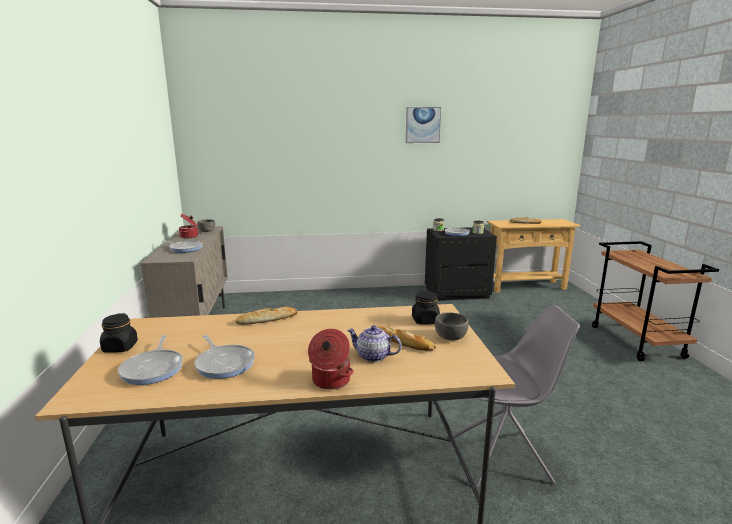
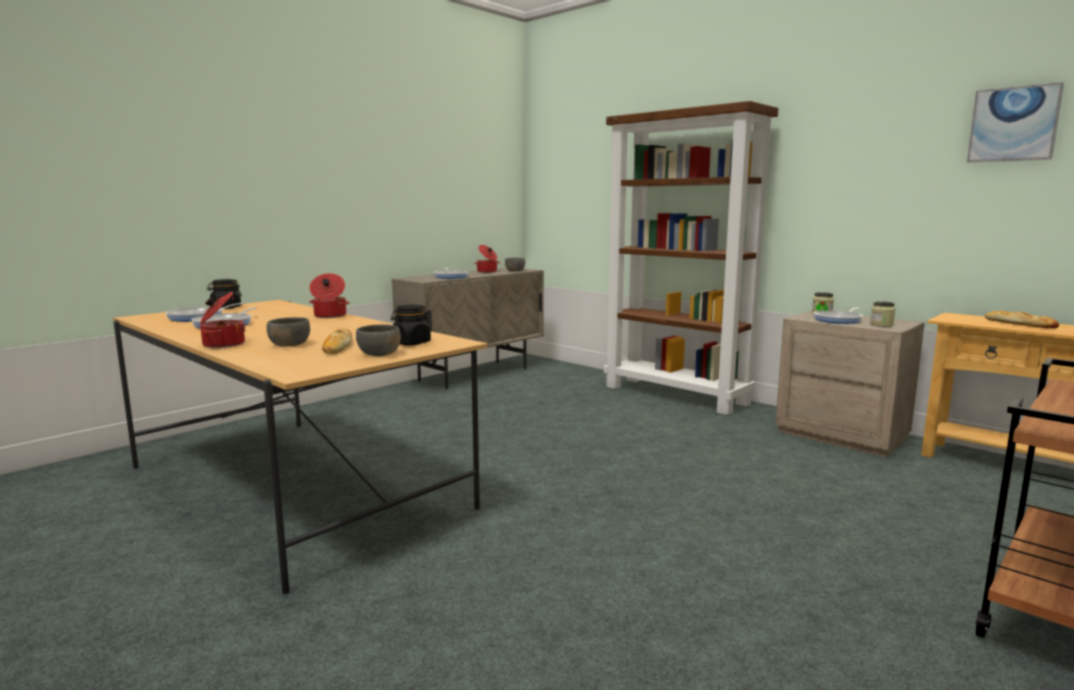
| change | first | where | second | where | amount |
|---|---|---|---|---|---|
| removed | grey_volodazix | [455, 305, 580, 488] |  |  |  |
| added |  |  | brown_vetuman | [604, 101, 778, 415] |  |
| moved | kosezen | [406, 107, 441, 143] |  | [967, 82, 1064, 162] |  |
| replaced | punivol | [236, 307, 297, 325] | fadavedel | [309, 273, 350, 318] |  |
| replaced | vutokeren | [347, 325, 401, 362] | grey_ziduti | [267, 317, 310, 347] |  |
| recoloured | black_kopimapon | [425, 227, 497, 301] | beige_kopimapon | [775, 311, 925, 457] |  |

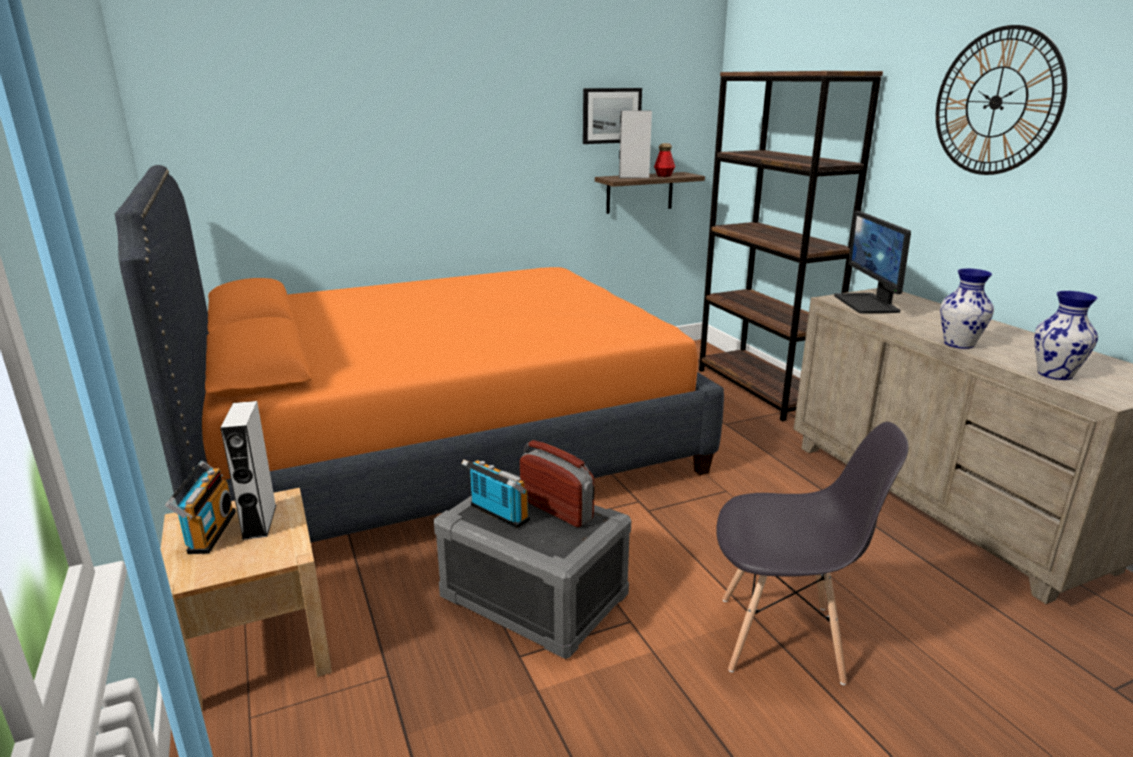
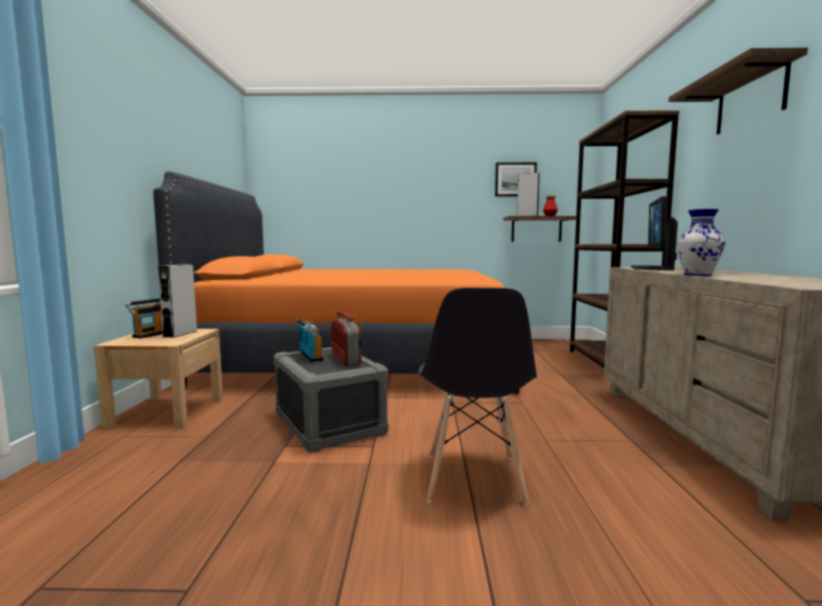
| change | first | where | second | where | amount |
|---|---|---|---|---|---|
| removed | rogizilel | [1034, 291, 1098, 380] |  |  |  |
| replaced | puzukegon | [936, 25, 1067, 175] | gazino | [669, 48, 808, 134] |  |
| turned | grey_volodazix | [716, 422, 909, 685] |  | [419, 288, 537, 506] | 60 degrees clockwise |

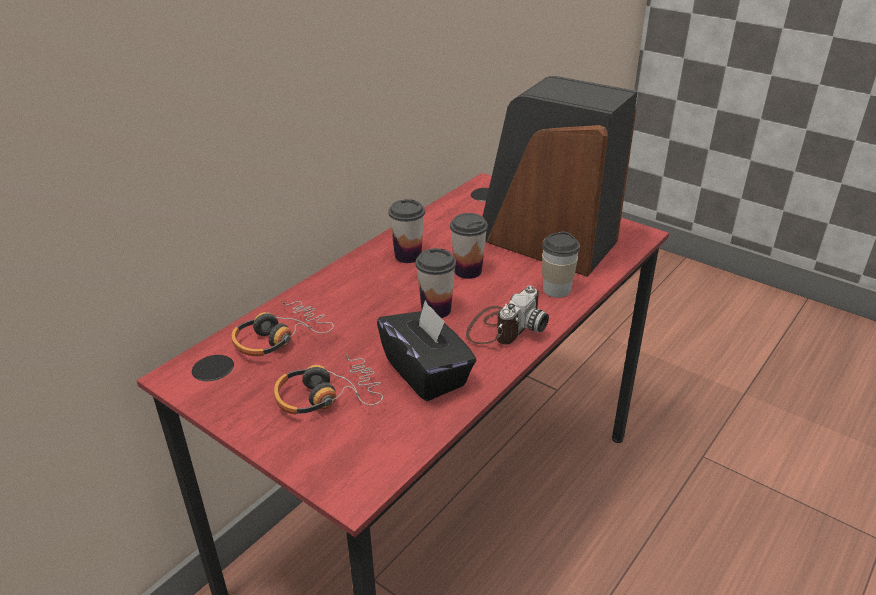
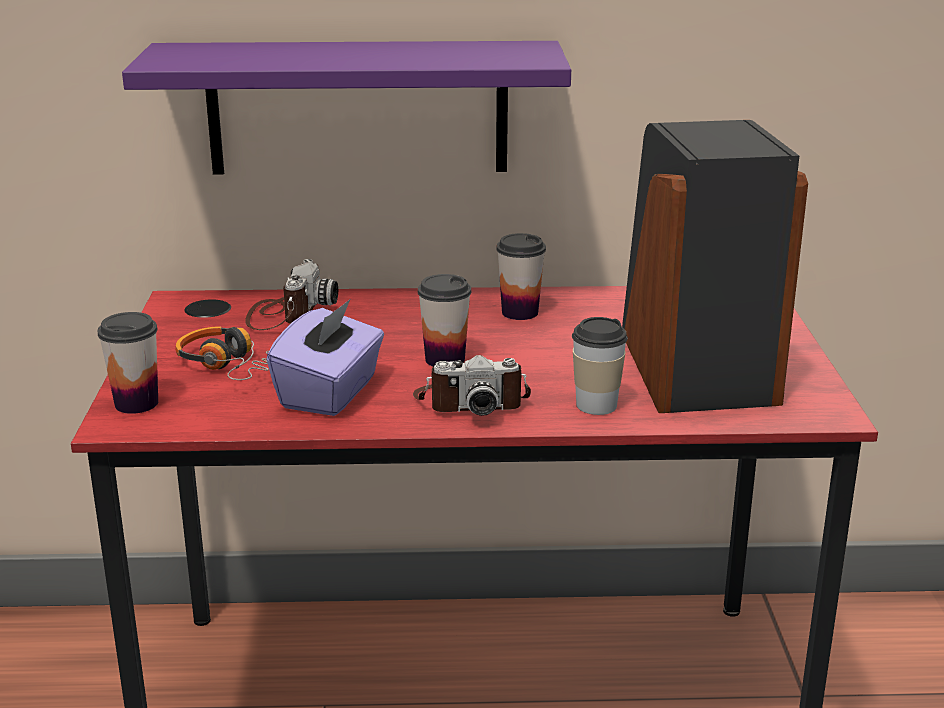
| change | first | where | second | where | amount |
|---|---|---|---|---|---|
| added |  |  | purple_gazino | [122, 41, 571, 174] |  |
| moved | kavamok | [450, 213, 488, 279] |  | [97, 312, 158, 414] |  |
| replaced | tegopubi | [231, 300, 334, 356] | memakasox | [246, 259, 338, 330] |  |
| recoloured | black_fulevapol | [377, 300, 477, 401] | purple_fulevapol | [267, 299, 384, 416] |  |

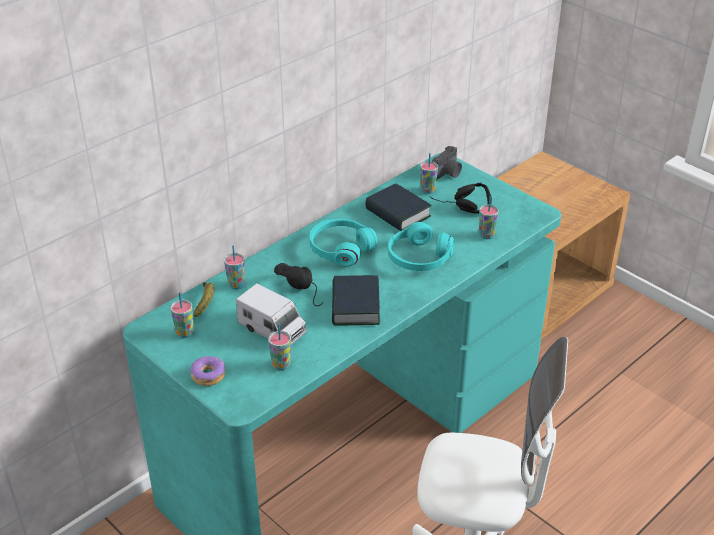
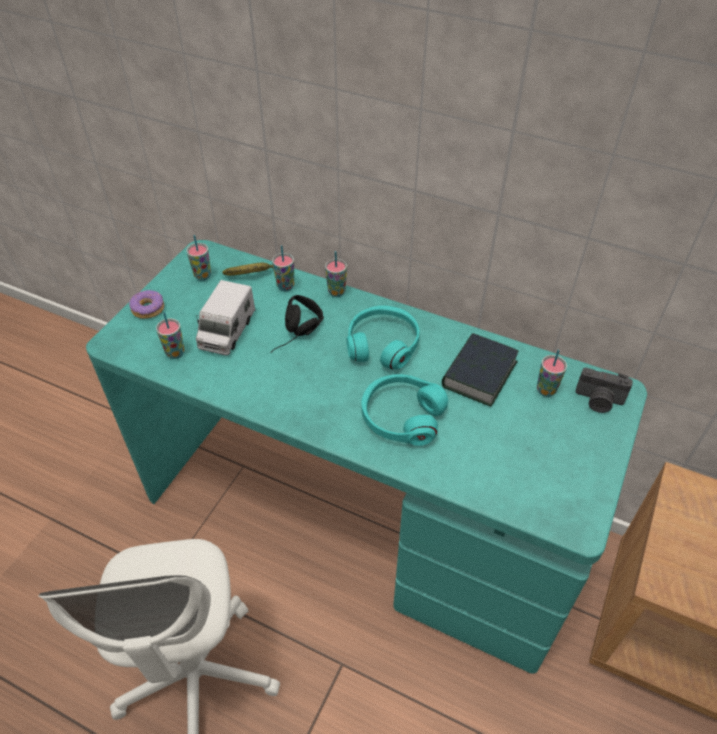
| change | first | where | second | where | amount |
|---|---|---|---|---|---|
| removed | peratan | [332, 275, 380, 326] |  |  |  |
| removed | black_tegopubi | [430, 183, 492, 214] |  |  |  |
| moved | kavamok | [479, 197, 499, 239] |  | [325, 251, 347, 297] |  |

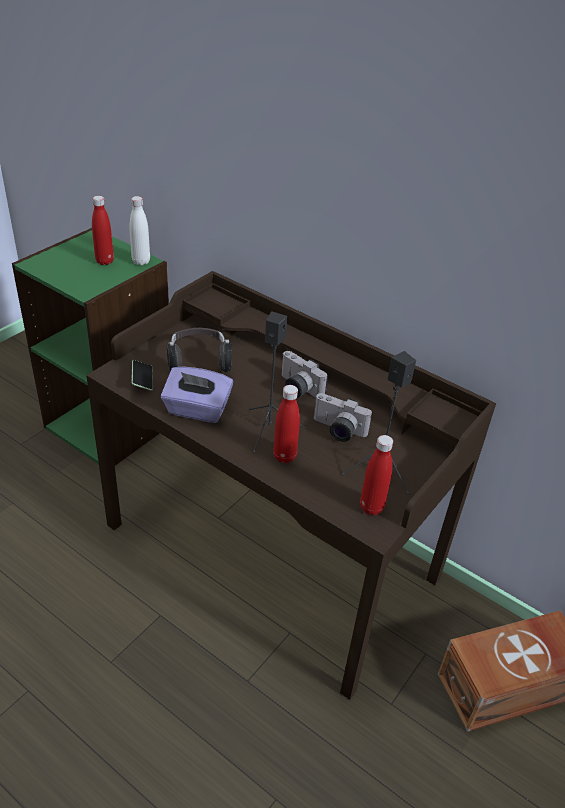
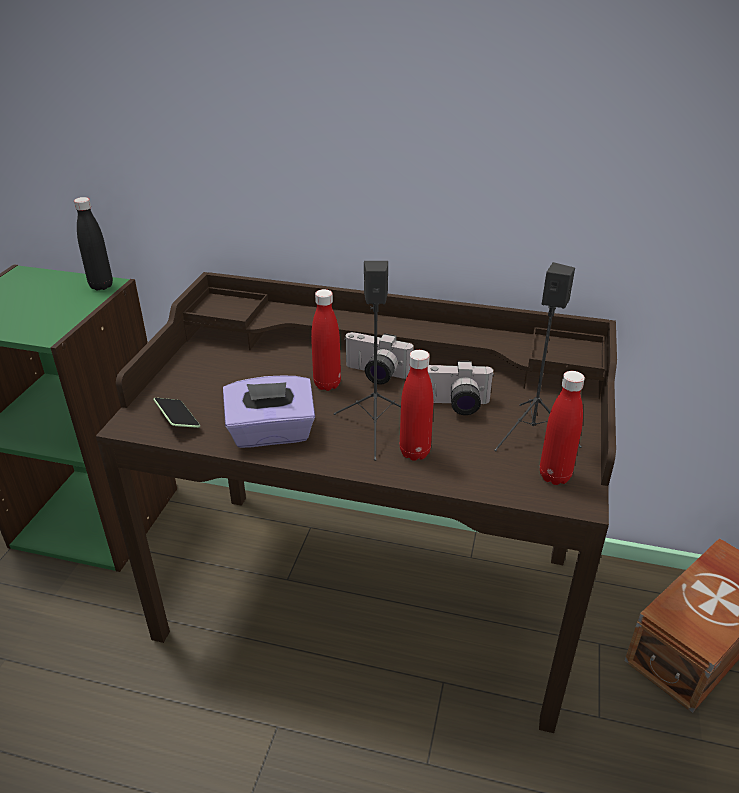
| change | first | where | second | where | amount |
|---|---|---|---|---|---|
| removed | tegopubi | [167, 328, 231, 372] |  |  |  |
| moved | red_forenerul | [92, 196, 114, 265] |  | [311, 289, 341, 391] |  |
| recoloured | white_forenerul | [130, 196, 150, 265] | black_forenerul | [74, 197, 113, 290] |  |

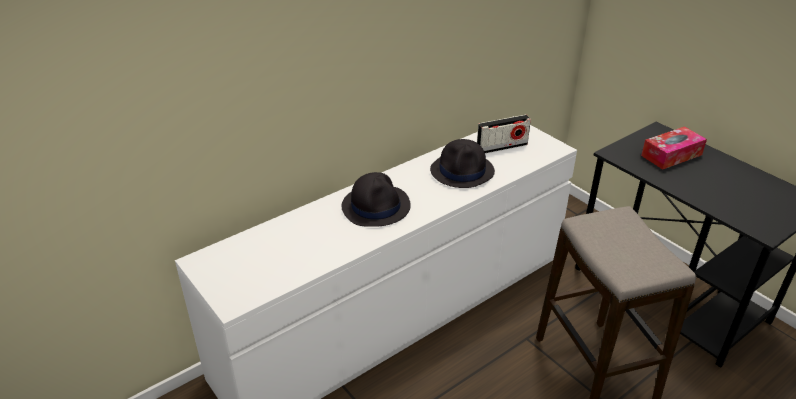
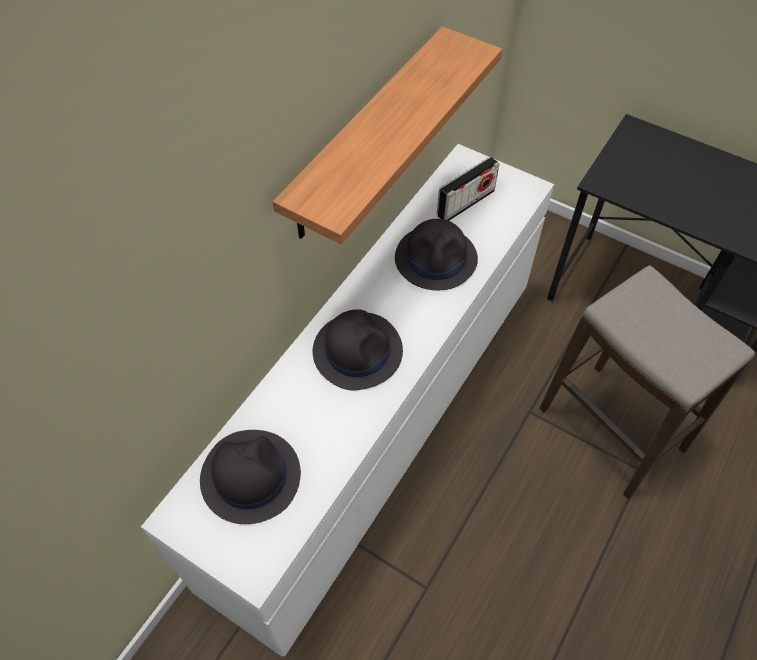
| change | first | where | second | where | amount |
|---|---|---|---|---|---|
| removed | fulevapol | [641, 126, 707, 170] |  |  |  |
| added |  |  | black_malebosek | [200, 430, 301, 524] |  |
| added |  |  | gazino | [273, 26, 502, 244] |  |

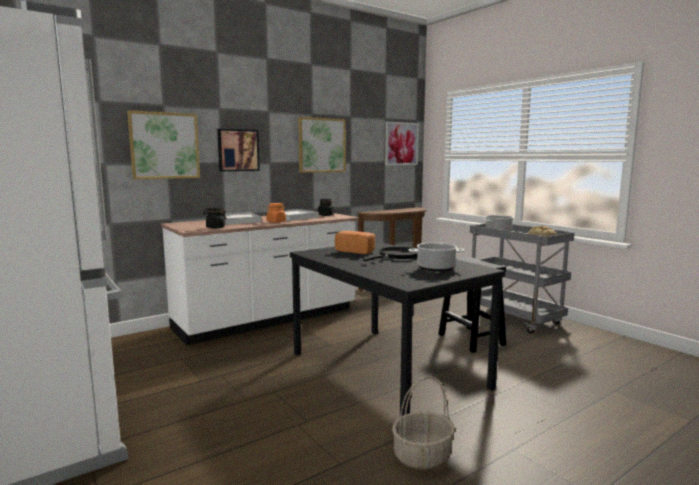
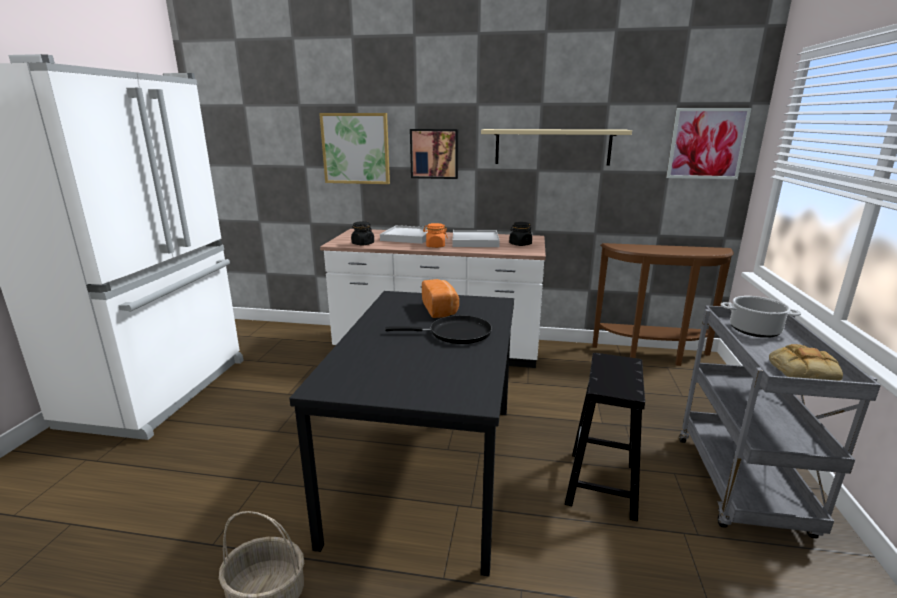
| change | first | where | second | where | amount |
|---|---|---|---|---|---|
| removed | fadavedel | [408, 242, 465, 272] |  |  |  |
| replaced | kosezen | [298, 117, 346, 173] | beige_gazino | [481, 129, 632, 166] |  |

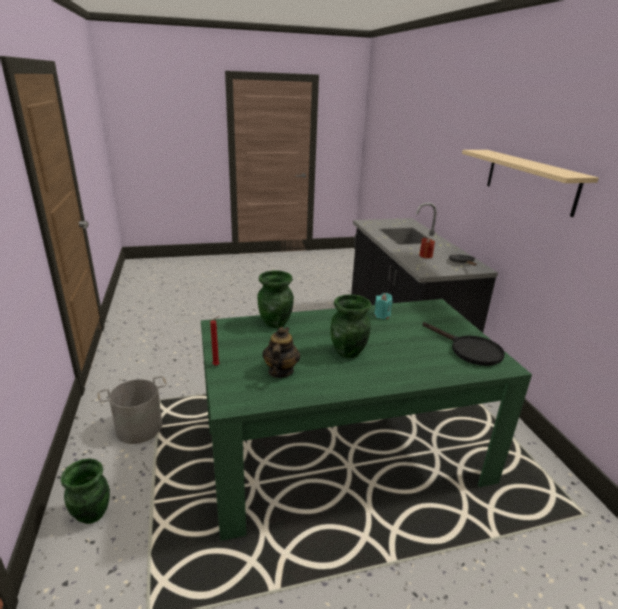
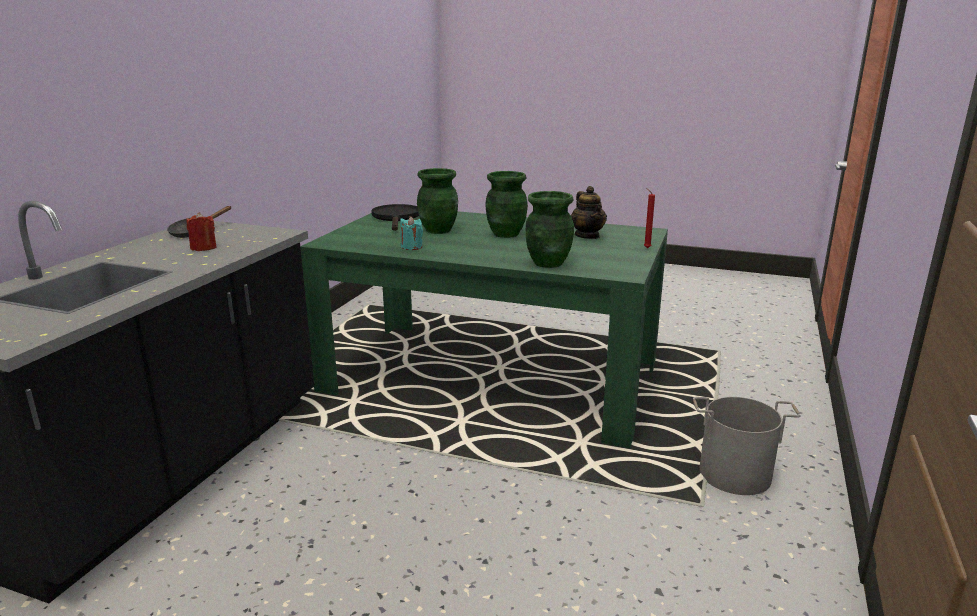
| change | first | where | second | where | amount |
|---|---|---|---|---|---|
| removed | beige_gazino | [462, 150, 599, 217] |  |  |  |
| moved | green_rogizilel | [60, 458, 110, 524] |  | [417, 168, 458, 234] |  |
| turned | vutokeren | [262, 327, 300, 378] |  | [571, 186, 607, 239] | 60 degrees counterclockwise |

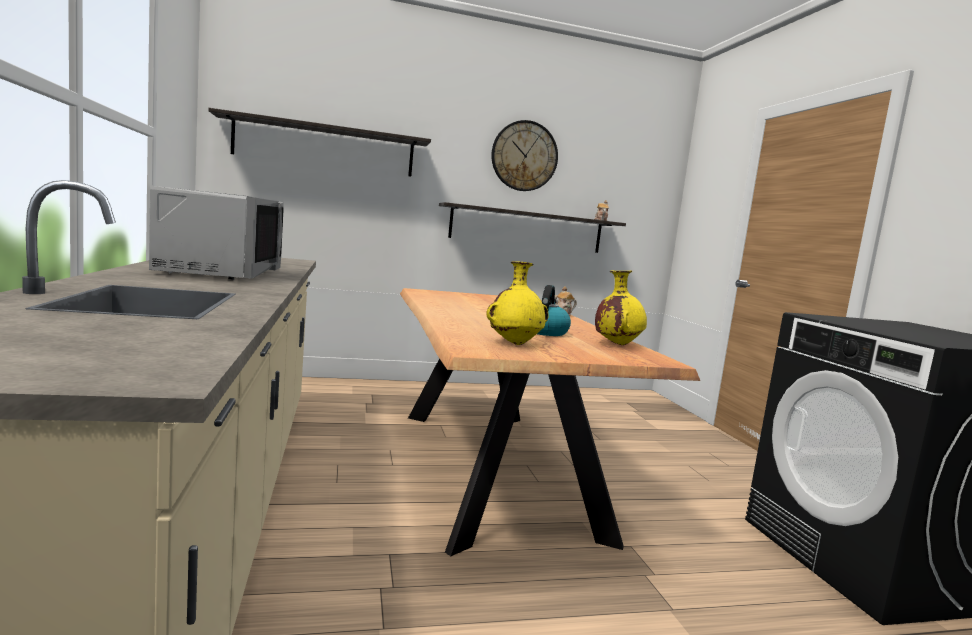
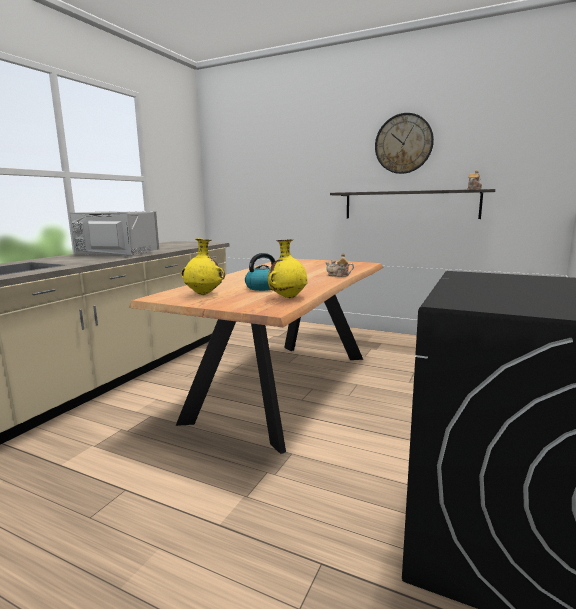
| change | first | where | second | where | amount |
|---|---|---|---|---|---|
| removed | gazino | [208, 108, 431, 176] |  |  |  |
| turned | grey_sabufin | [149, 186, 284, 280] |  | [70, 211, 159, 256] | 105 degrees counterclockwise |

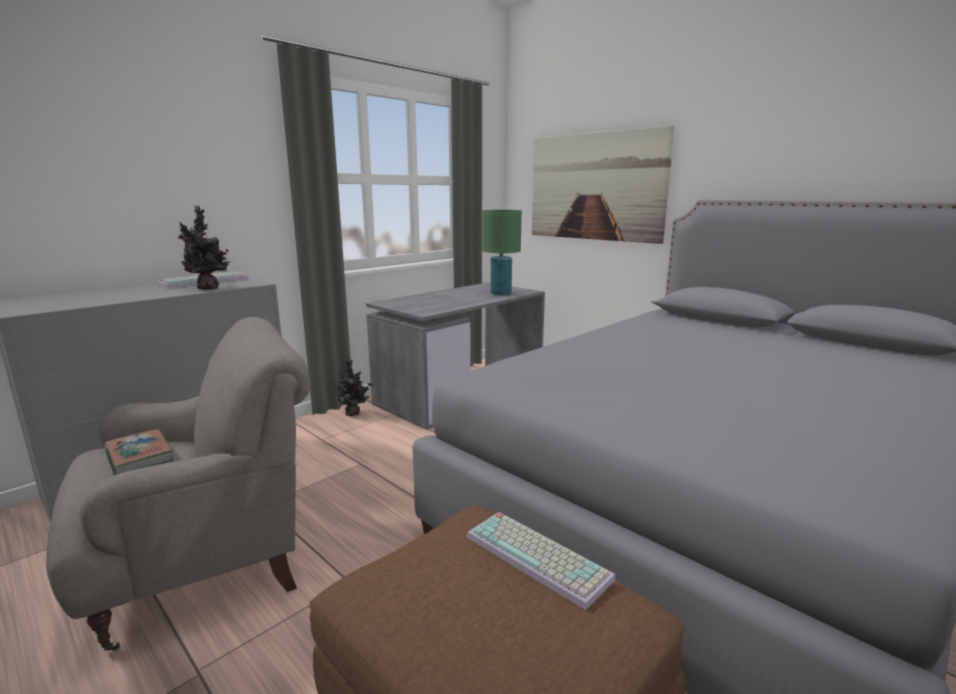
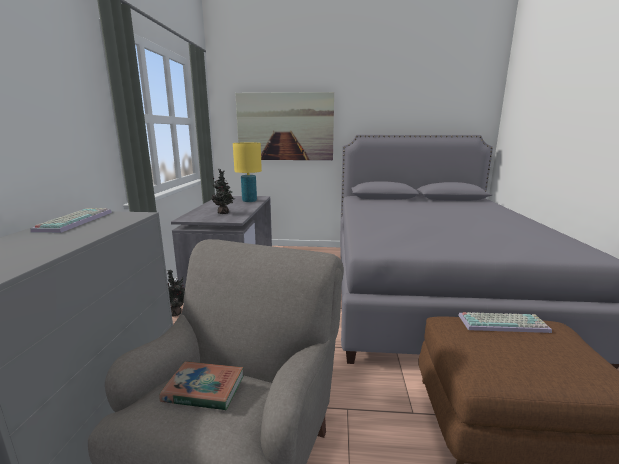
| change | first | where | second | where | amount |
|---|---|---|---|---|---|
| moved | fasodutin | [178, 205, 230, 289] |  | [211, 169, 235, 214] |  |
| recoloured | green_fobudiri | [482, 210, 522, 296] | yellow_fobudiri | [233, 143, 262, 202] |  |

